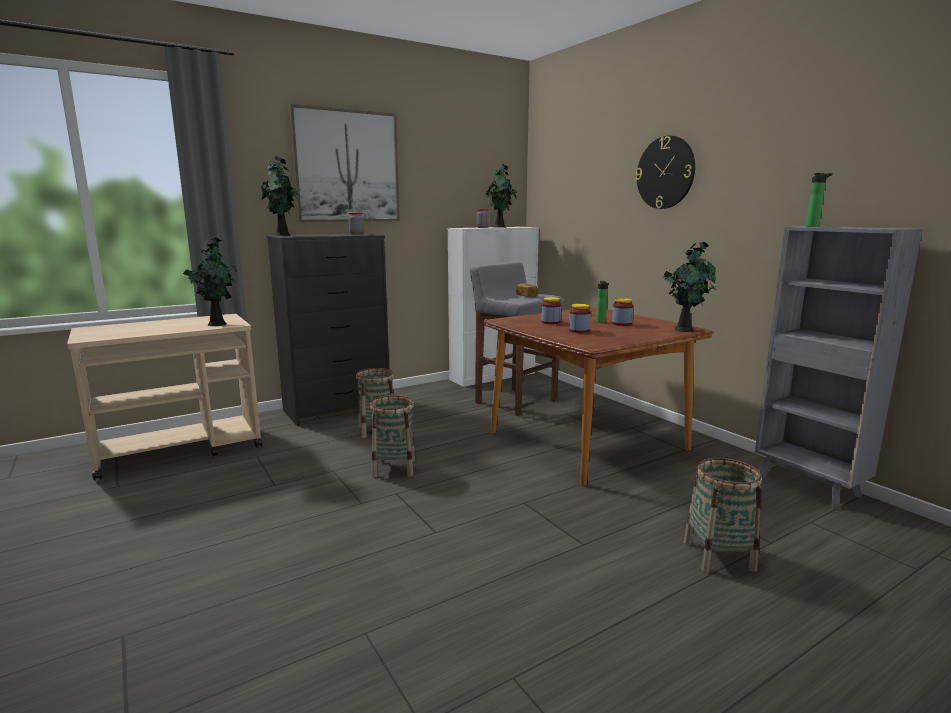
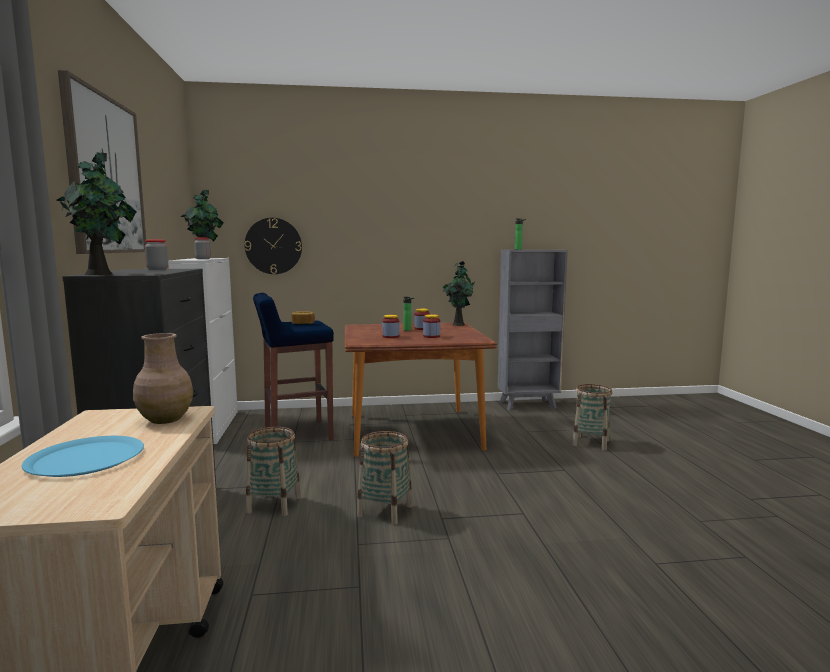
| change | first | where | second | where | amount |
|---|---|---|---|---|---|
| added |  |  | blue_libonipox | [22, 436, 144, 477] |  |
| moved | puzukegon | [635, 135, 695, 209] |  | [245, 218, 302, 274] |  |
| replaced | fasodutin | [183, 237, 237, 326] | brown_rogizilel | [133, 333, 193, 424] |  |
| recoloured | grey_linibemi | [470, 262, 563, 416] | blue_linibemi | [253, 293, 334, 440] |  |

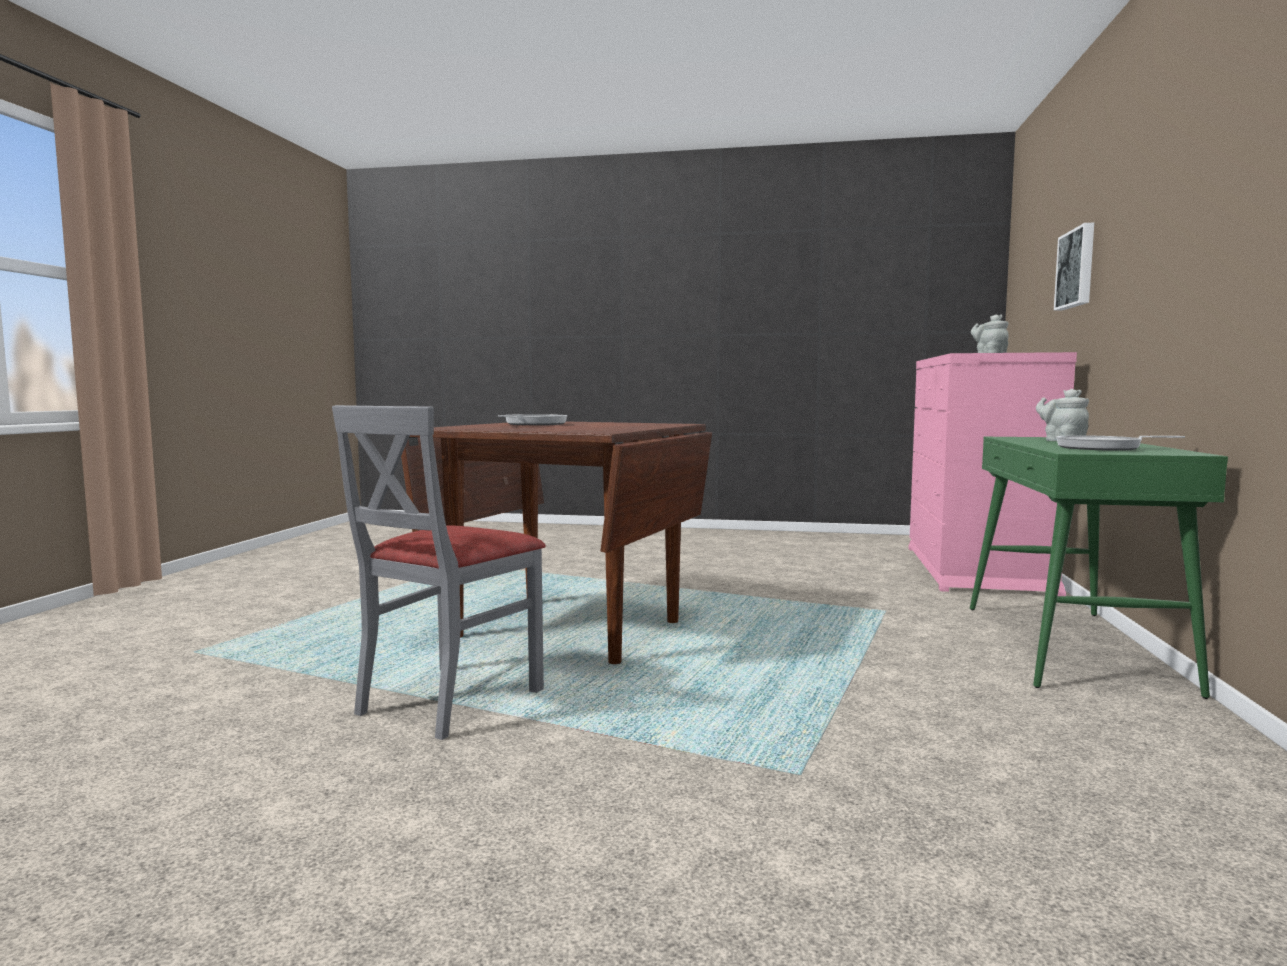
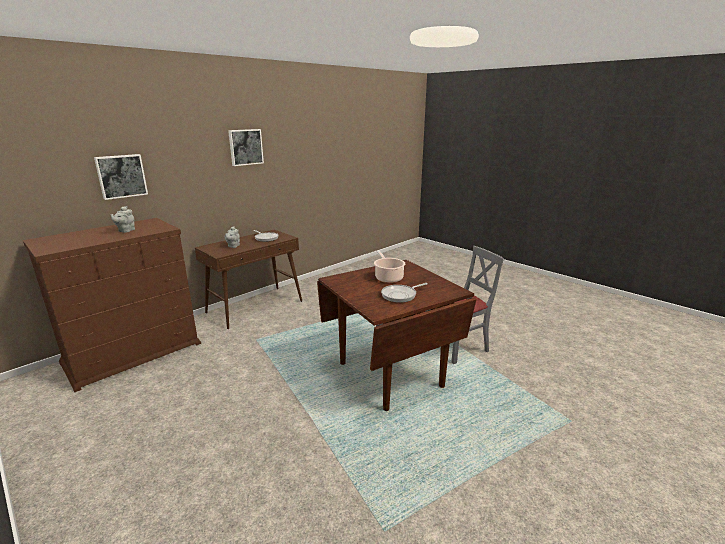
| change | first | where | second | where | amount |
|---|---|---|---|---|---|
| added |  |  | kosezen | [228, 129, 264, 166] |  |
| added |  |  | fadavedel | [374, 251, 405, 283] |  |
| recoloured | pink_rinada | [908, 352, 1077, 596] | brown_rinada | [23, 218, 201, 392] |  |
| recoloured | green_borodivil | [970, 437, 1228, 699] | brown_borodivil | [195, 230, 302, 329] |  |

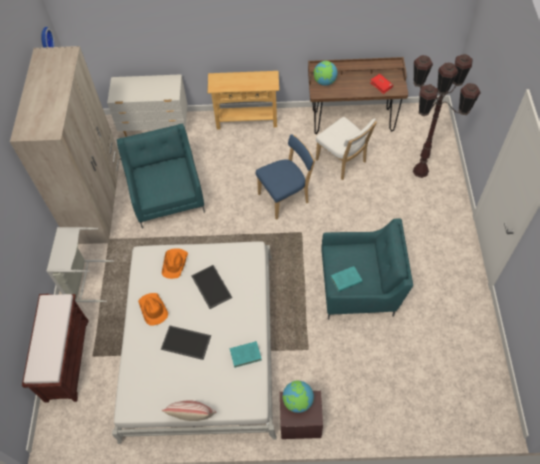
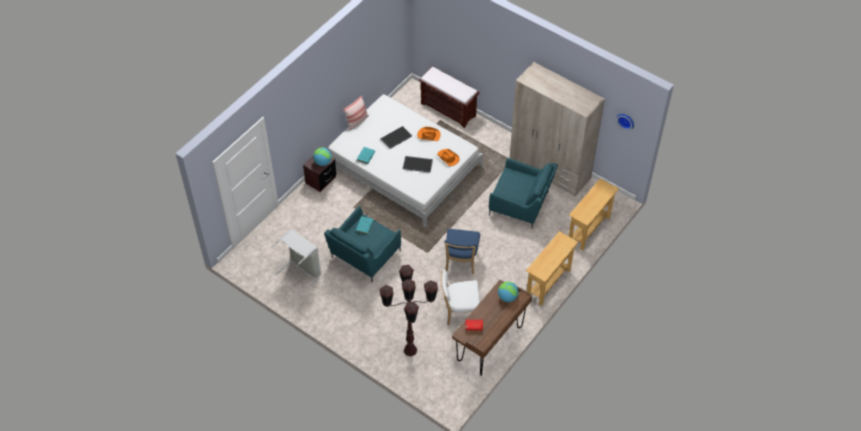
| change | first | where | second | where | amount |
|---|---|---|---|---|---|
| moved | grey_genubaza | [46, 227, 114, 302] |  | [270, 228, 321, 293] |  |
| replaced | white_rinada | [107, 74, 187, 137] | beige_borodivil | [569, 178, 619, 251] |  |

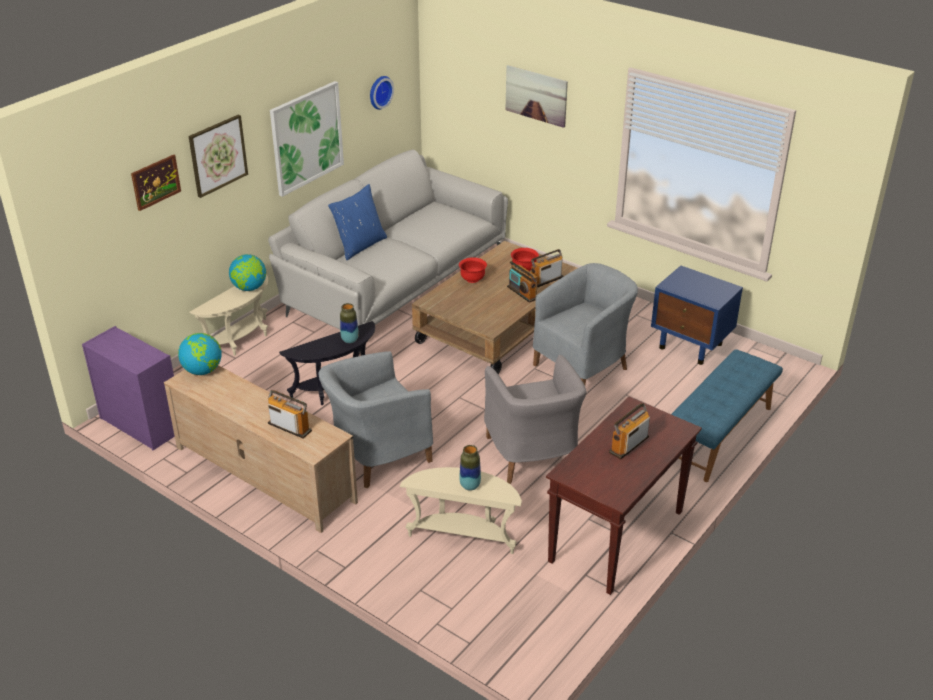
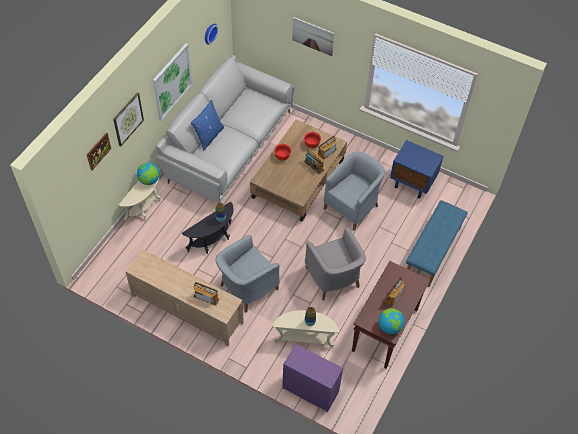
| change | first | where | second | where | amount |
|---|---|---|---|---|---|
| moved | purple_rinada | [82, 326, 175, 451] |  | [282, 344, 343, 412] |  |
| moved | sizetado | [178, 333, 222, 375] |  | [378, 308, 405, 334] |  |

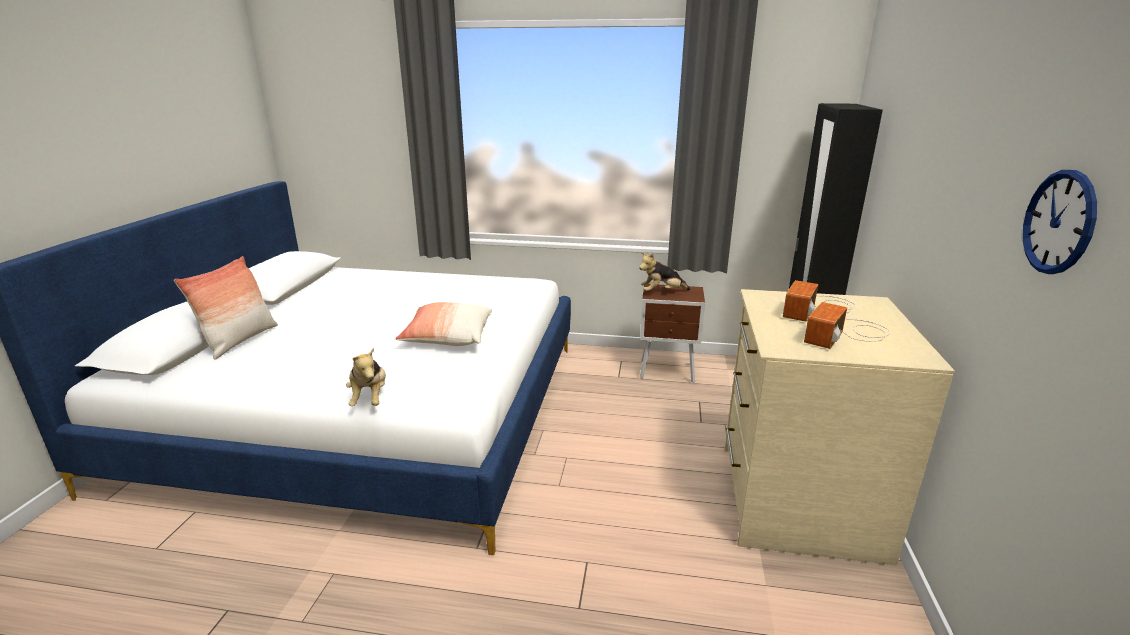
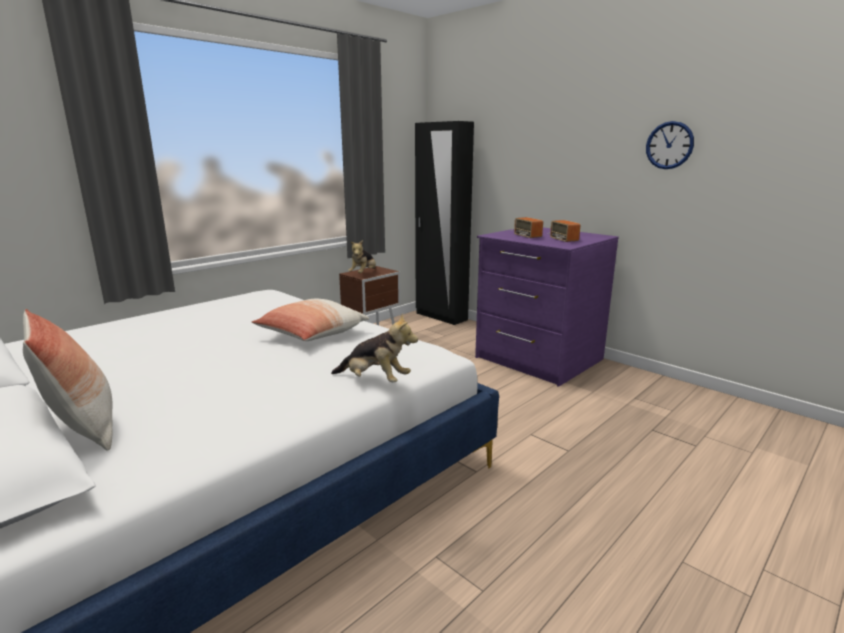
| change | first | where | second | where | amount |
|---|---|---|---|---|---|
| recoloured | beige_rinada | [724, 289, 955, 565] | purple_rinada | [475, 227, 619, 387] |  |

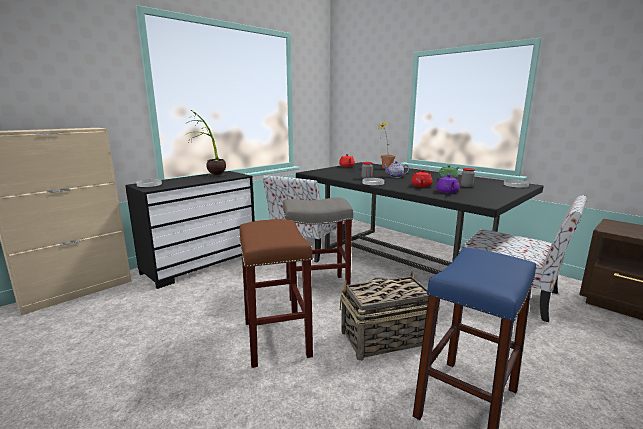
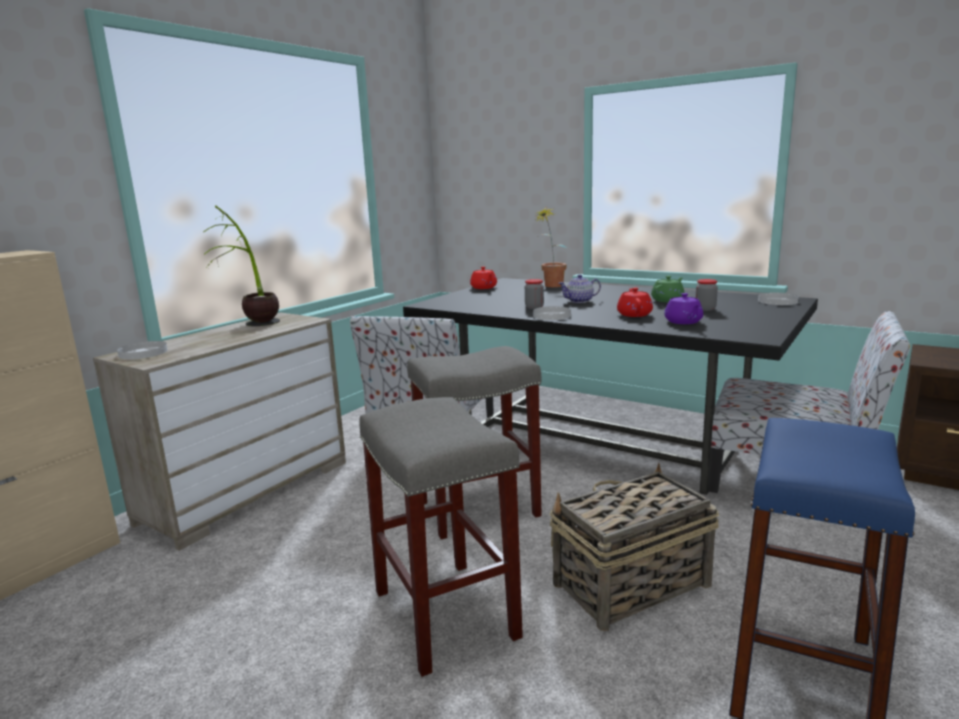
| change | first | where | second | where | amount |
|---|---|---|---|---|---|
| recoloured | black_rinada | [125, 171, 255, 289] | beige_rinada | [93, 312, 346, 551] |  |
| recoloured | brown_linibemi | [239, 219, 313, 368] | grey_linibemi | [359, 397, 523, 677] |  |

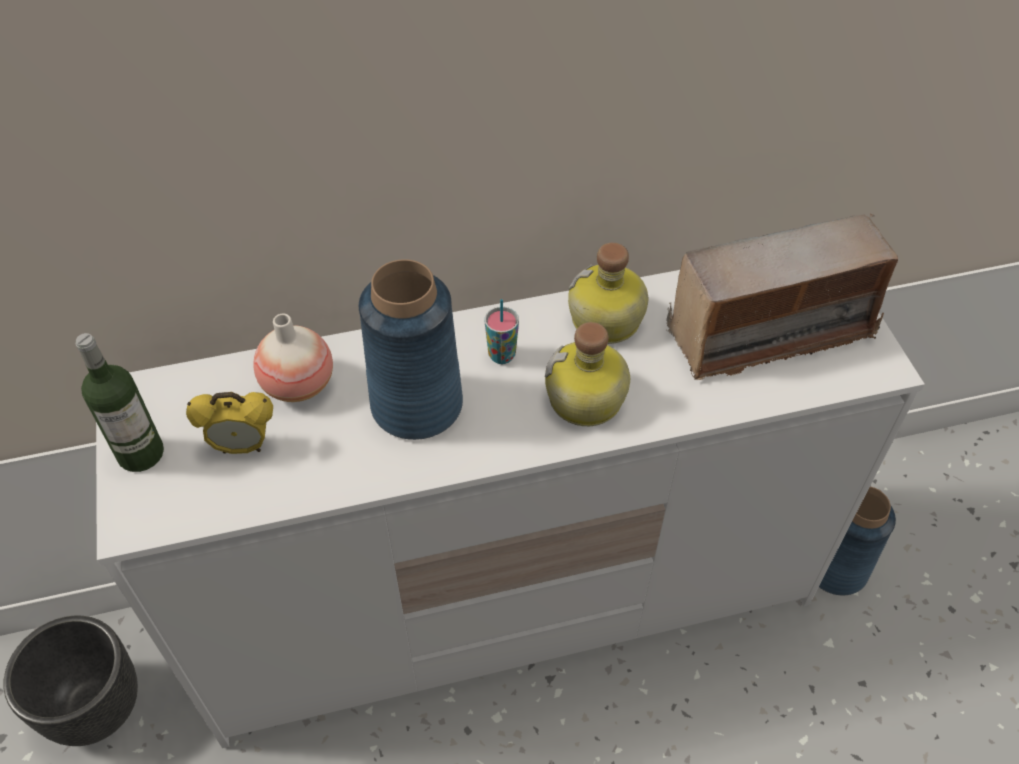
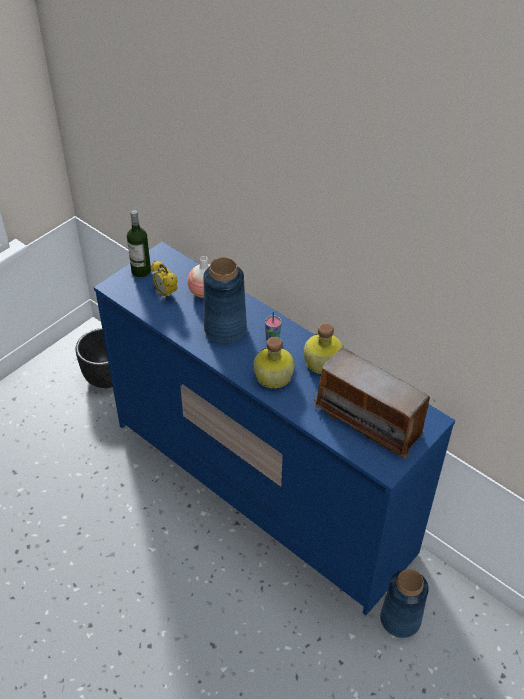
| change | first | where | second | where | amount |
|---|---|---|---|---|---|
| recoloured | white_rinada | [96, 270, 925, 748] | blue_rinada | [94, 242, 455, 615] |  |

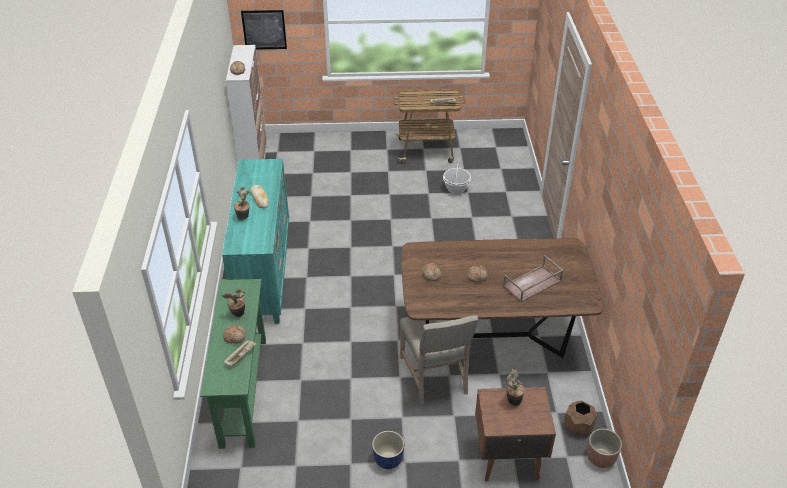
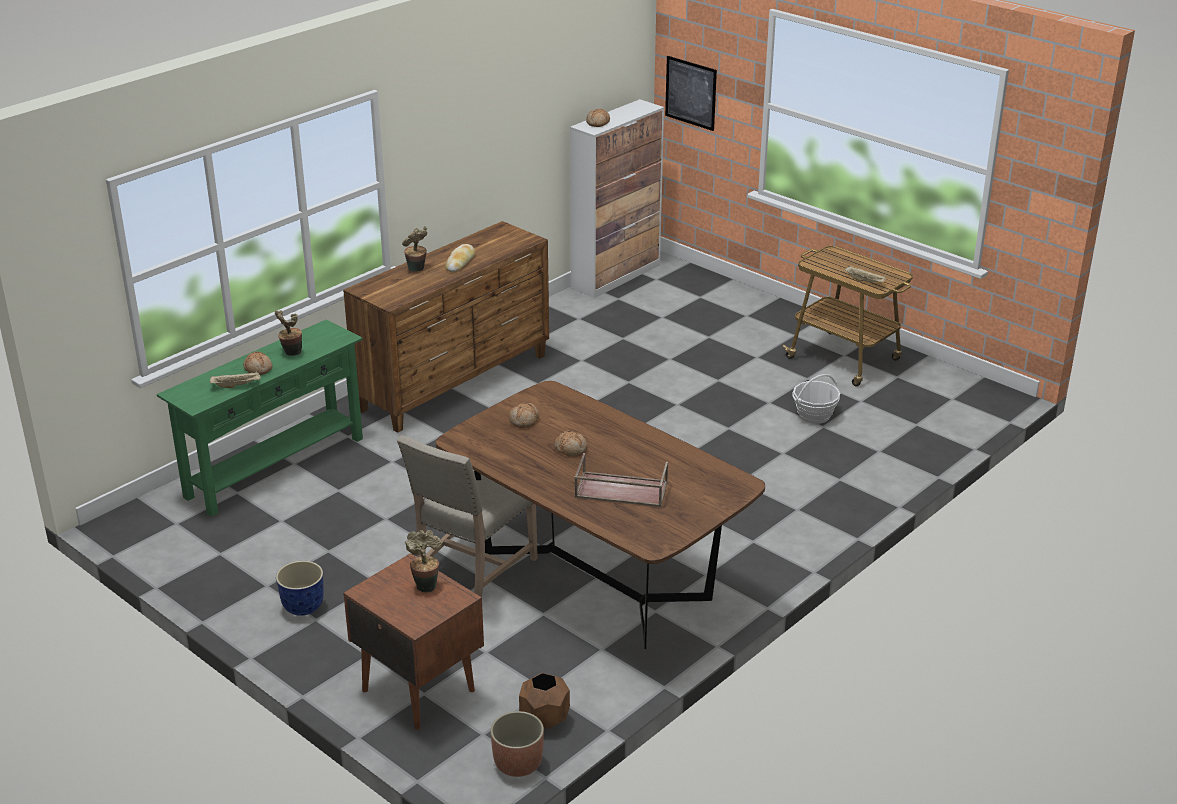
| change | first | where | second | where | amount |
|---|---|---|---|---|---|
| recoloured | turquoise_rinada | [222, 159, 289, 324] | brown_rinada | [343, 221, 549, 433] |  |

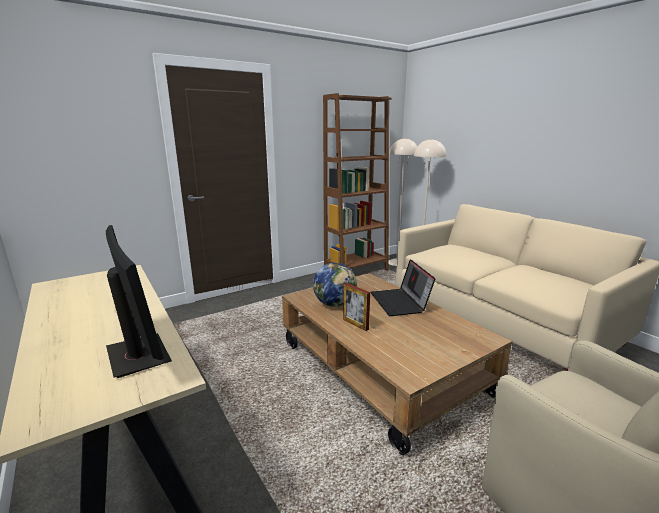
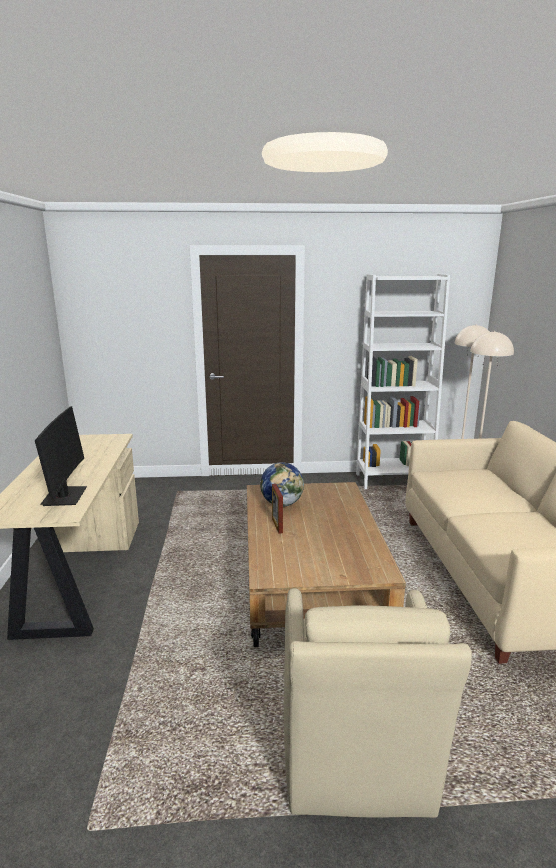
| change | first | where | second | where | amount |
|---|---|---|---|---|---|
| removed | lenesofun | [371, 259, 435, 316] |  |  |  |
| recoloured | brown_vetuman | [323, 93, 391, 271] | white_vetuman | [356, 274, 450, 489] |  |

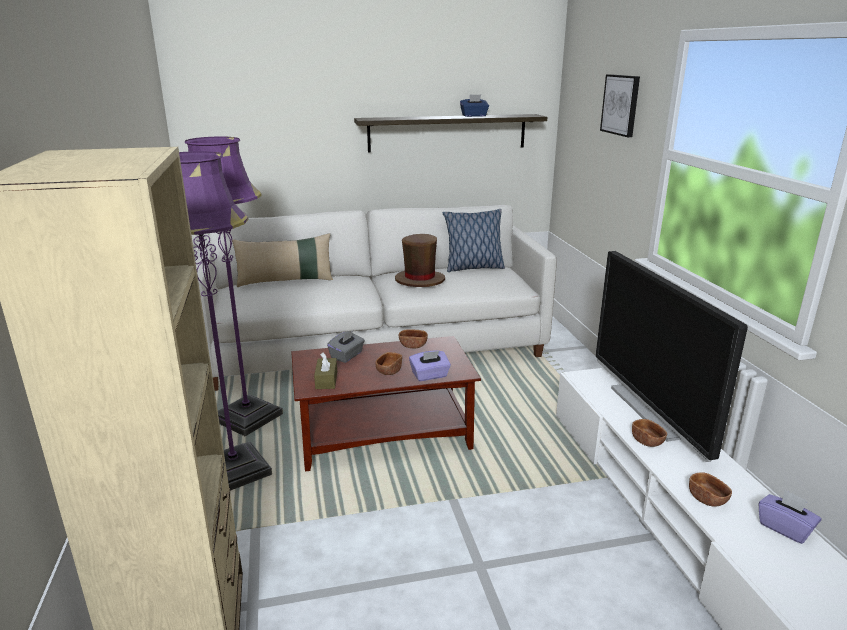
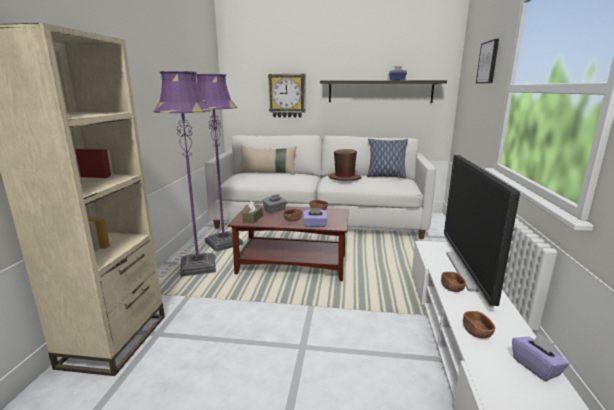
| change | first | where | second | where | amount |
|---|---|---|---|---|---|
| added |  |  | puzukegon | [268, 74, 305, 118] |  |

